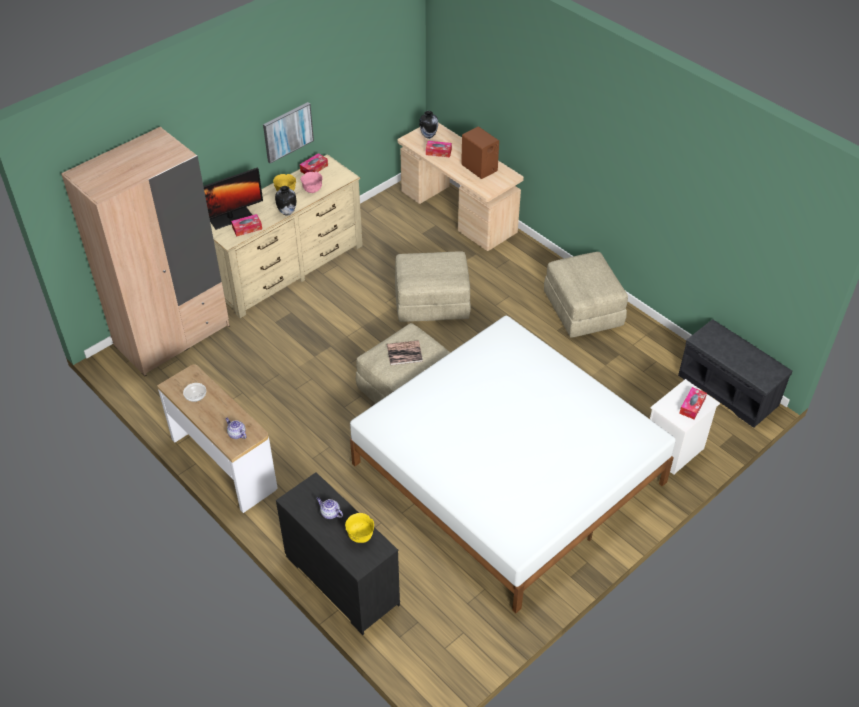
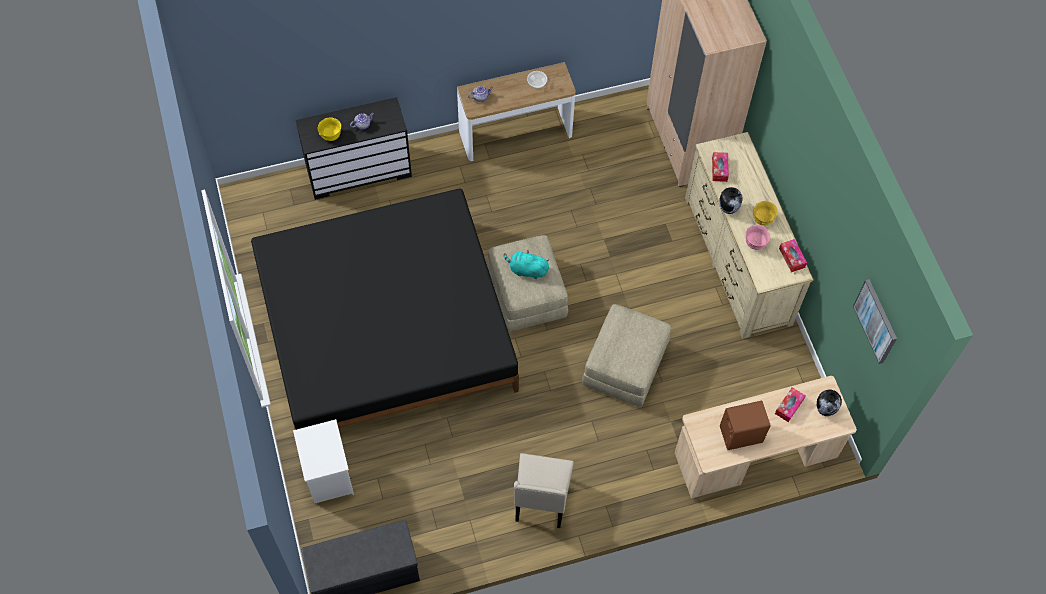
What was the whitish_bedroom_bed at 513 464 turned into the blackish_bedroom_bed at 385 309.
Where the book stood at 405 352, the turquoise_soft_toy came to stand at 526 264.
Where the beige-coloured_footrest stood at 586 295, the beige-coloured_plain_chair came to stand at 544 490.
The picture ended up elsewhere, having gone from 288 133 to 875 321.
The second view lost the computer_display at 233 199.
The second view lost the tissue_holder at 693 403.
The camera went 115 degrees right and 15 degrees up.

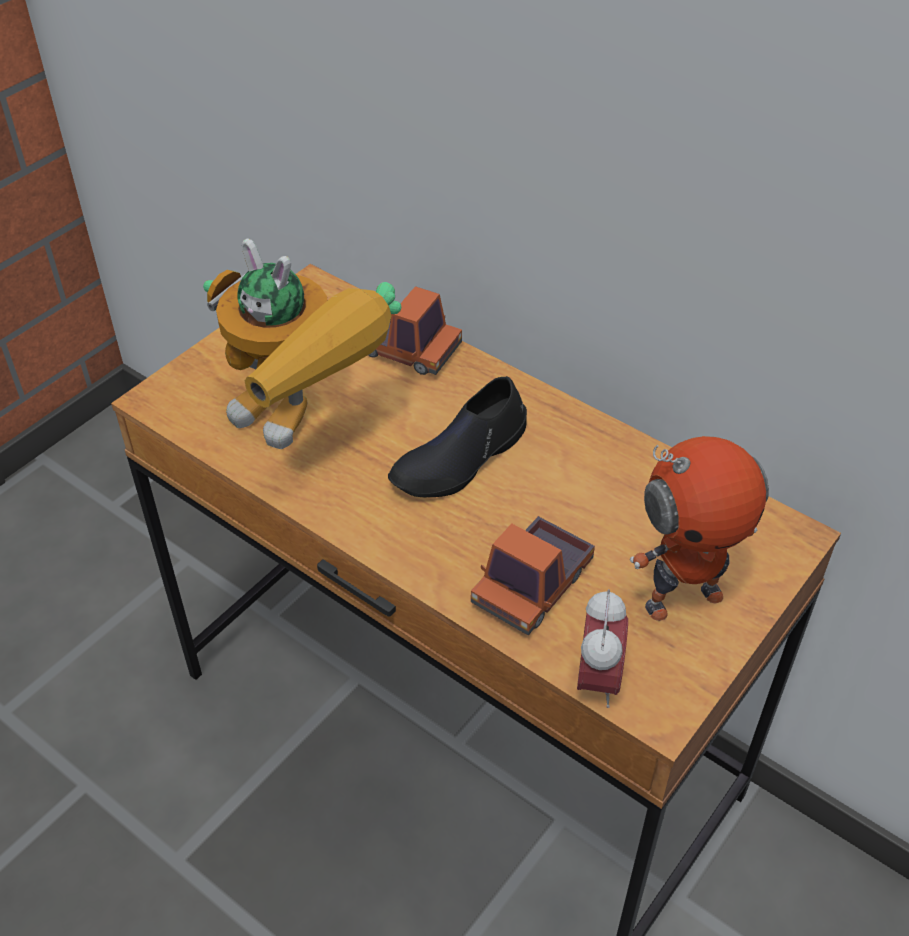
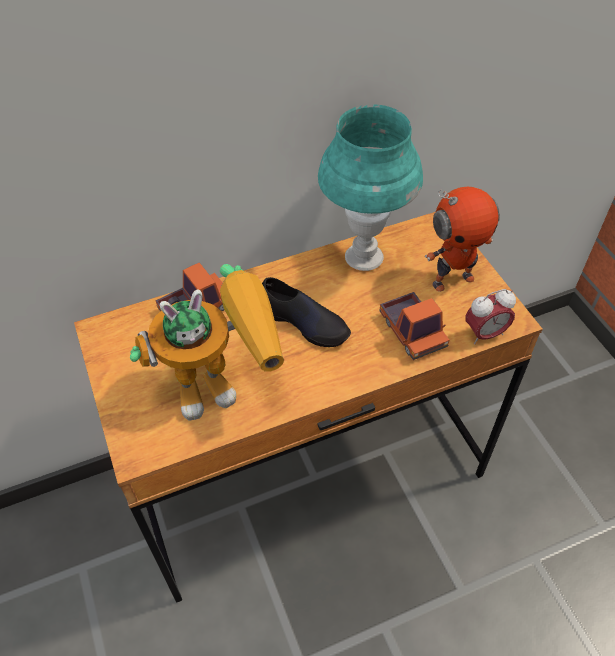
The blackish_shoe at 457 436 ended up facing another way, 45 degrees counterclockwise from before.
The second view gained the turquoise_table_lamp at 370 187.
The toy_robot at 699 528 ended up facing another way, 60 degrees clockwise from before.
The bedside_clock at 602 648 ended up facing another way, 120 degrees clockwise from before.
The camera went 60 degrees left and 5 degrees up.

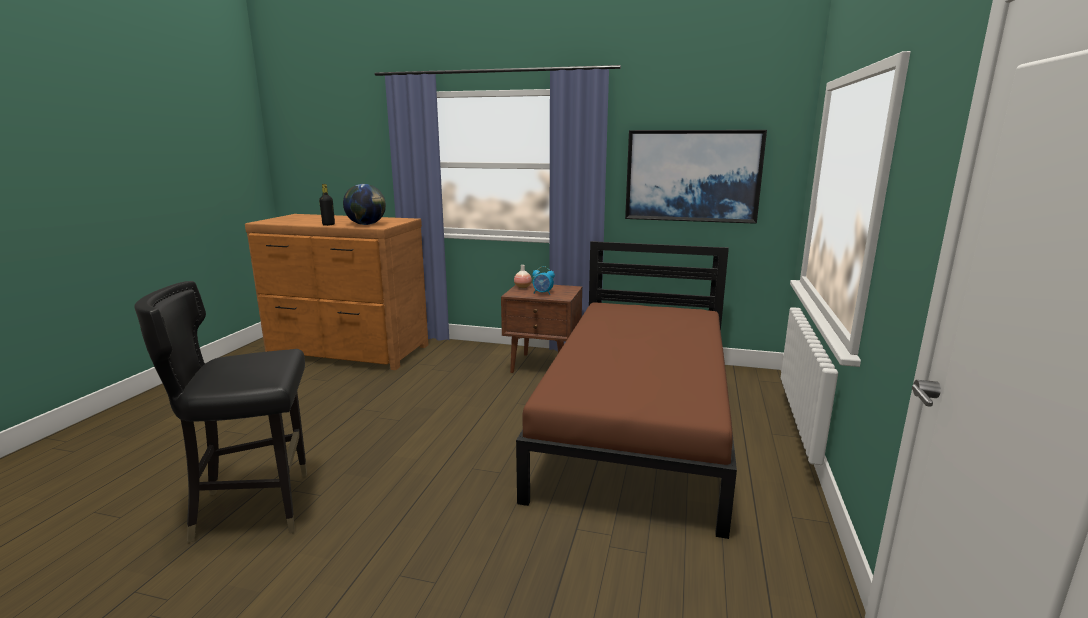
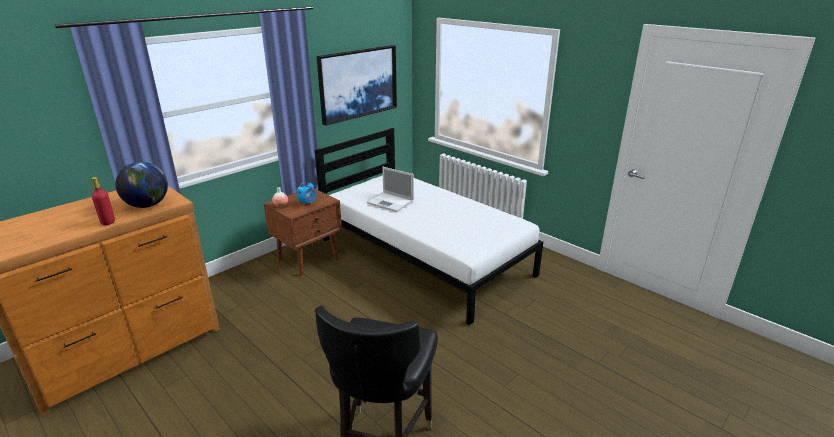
What was the blackish_drink_bottle at 327 205 turned into the red_drink_bottle at 103 201.
What was the brown_bedroom_bed at 626 390 turned into the whitish_bedroom_bed at 429 226.
The second view gained the portable_computer at 390 189.
The camera went 60 degrees left and 10 degrees up.

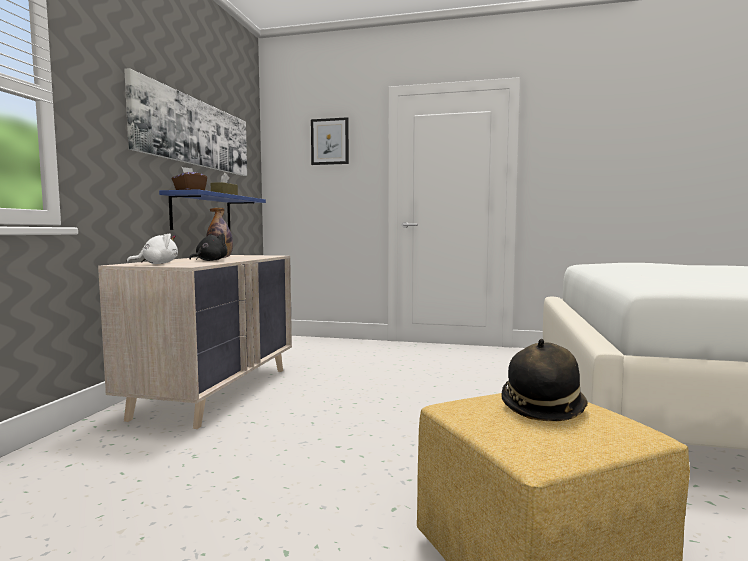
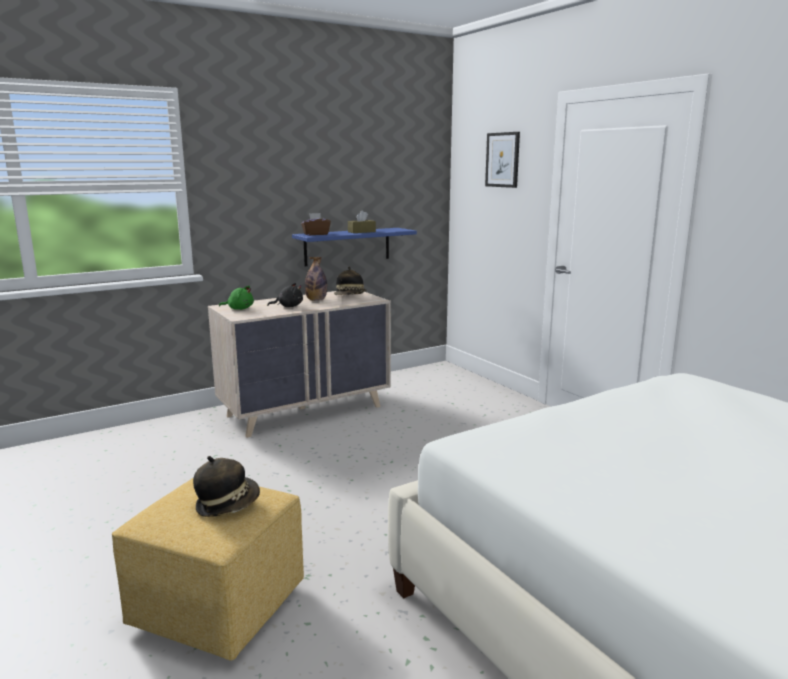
What was the whitish_soft_toy at 152 249 turned into the green_soft_toy at 236 298.
The second view gained the hat at 350 281.
The second view lost the picture at 185 122.
The camera went 45 degrees right and 10 degrees up.

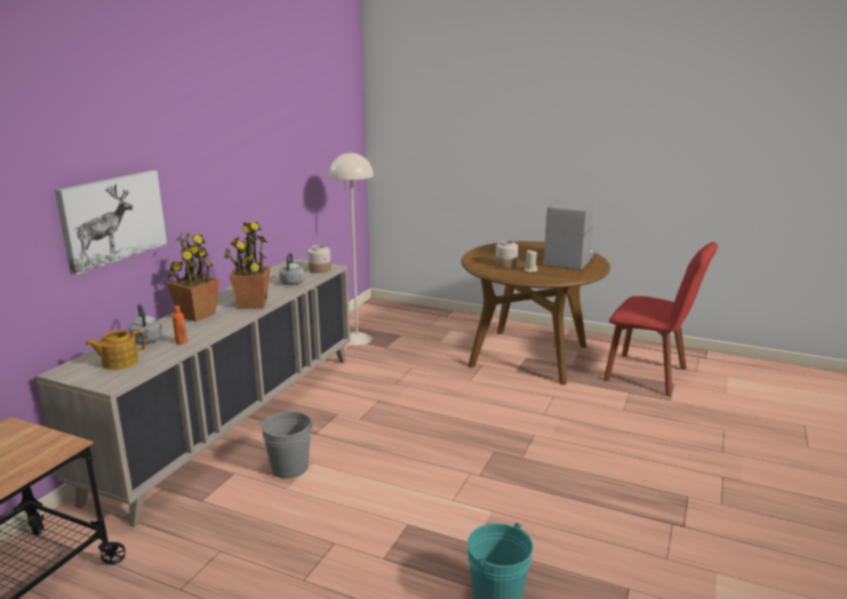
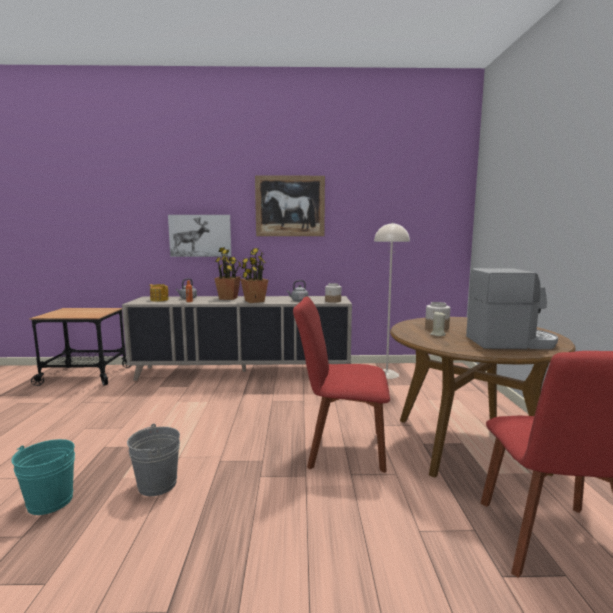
The gray_bucket ended up elsewhere, having gone from 286 444 to 153 460.
The second view gained the picture at 290 205.
The second view gained the red_plain_chair at 341 385.
The camera went 65 degrees right and 10 degrees down.

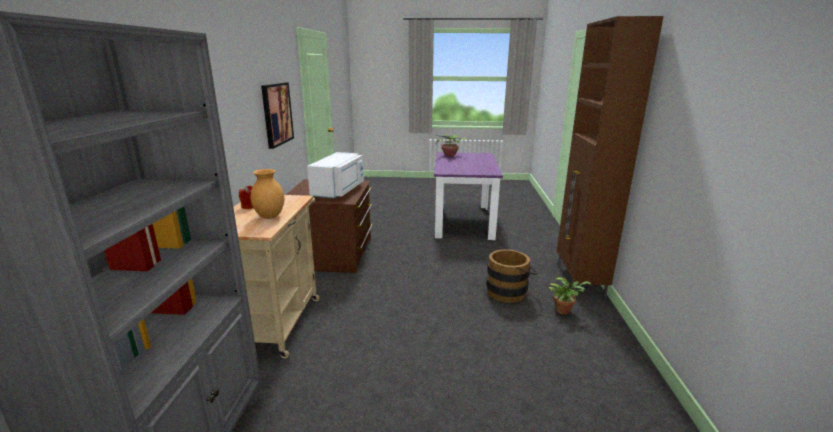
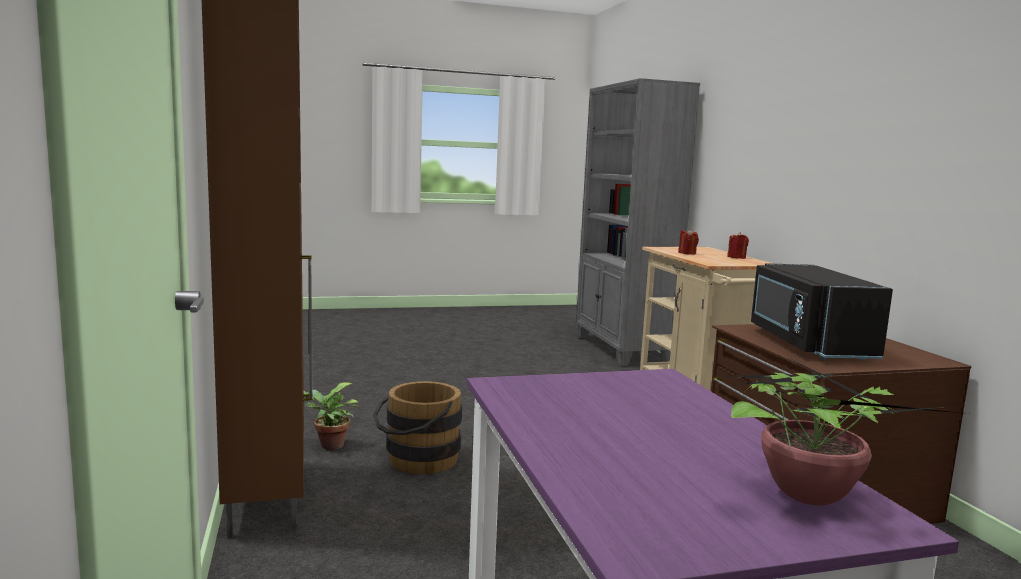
Where the brown_flower_vase stood at 267 194, the red_wax_light came to stand at 688 241.
What was the whitish_kitchen_microwave at 335 175 turned into the blackish_kitchen_microwave at 822 311.
The second view lost the picture at 277 115.
The camera went 160 degrees right and 10 degrees down.

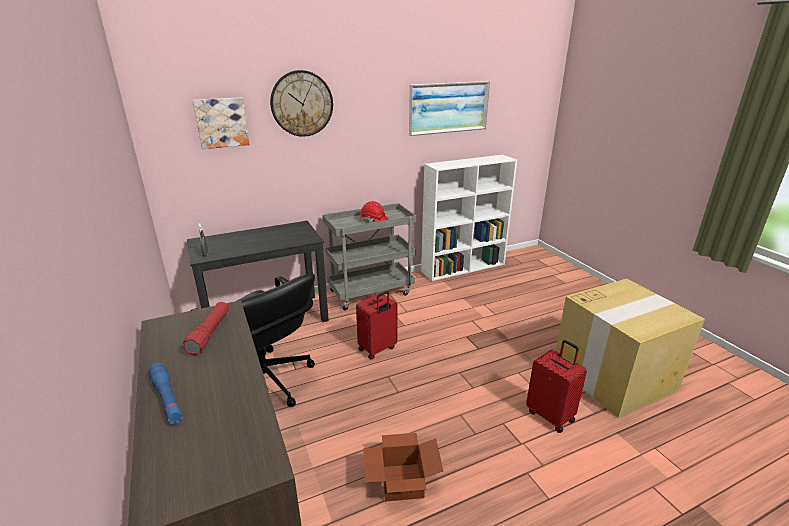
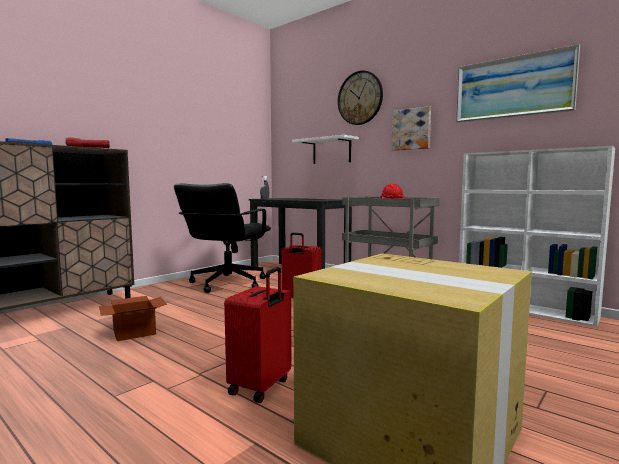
The second view gained the whitish_wall_shelf at 325 149.
The picture ended up elsewhere, having gone from 221 123 to 411 128.
The camera went 65 degrees right and 20 degrees down.

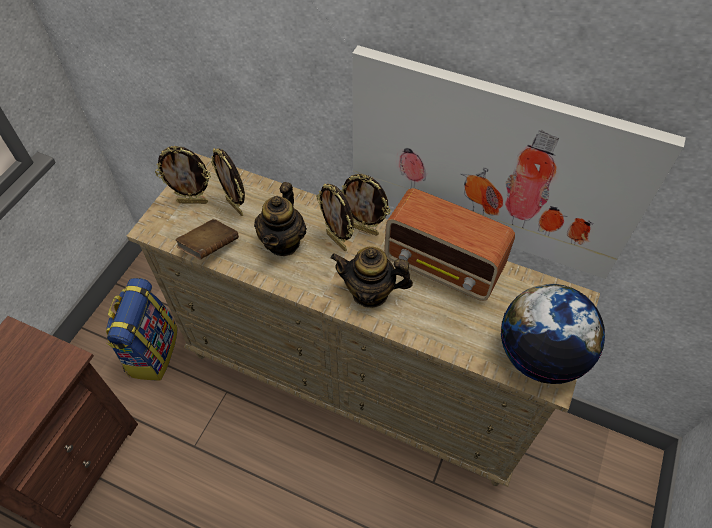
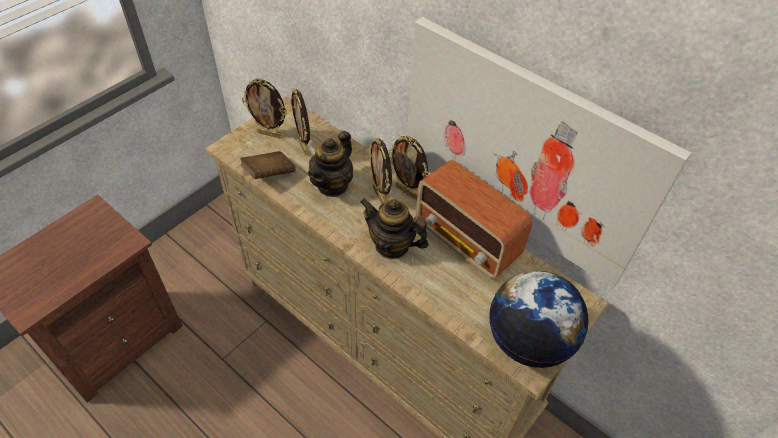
The second view lost the backpack at 142 329.
The camera went 15 degrees right and 5 degrees down.

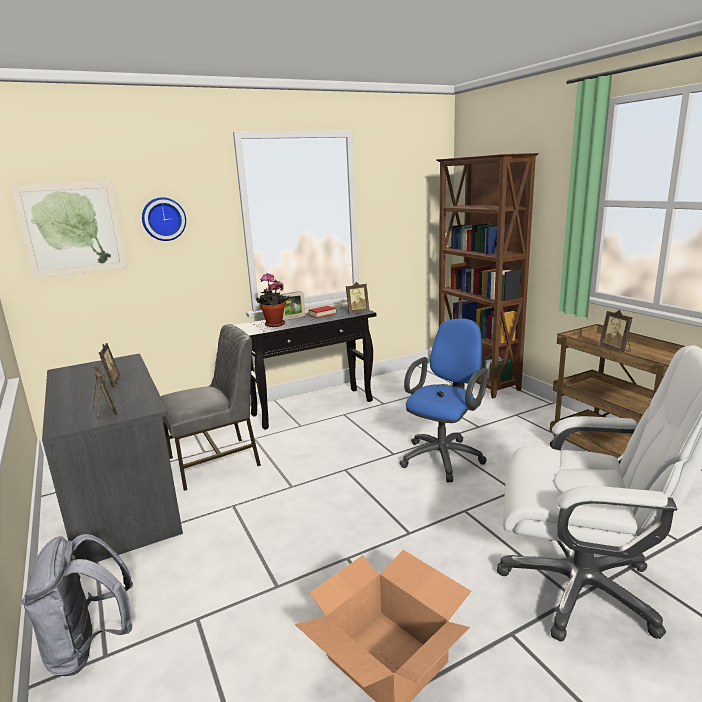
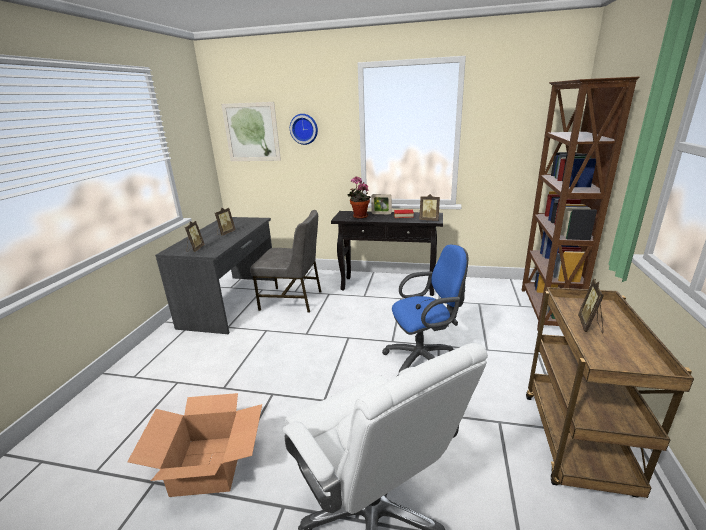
The second view lost the gray_backpack at 77 605.
The camera went 40 degrees right and 5 degrees up.

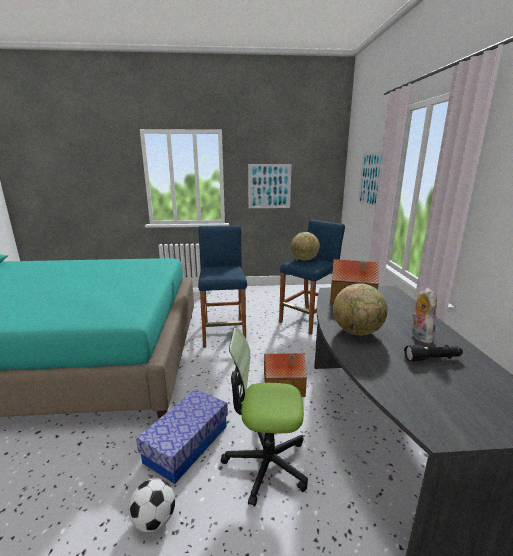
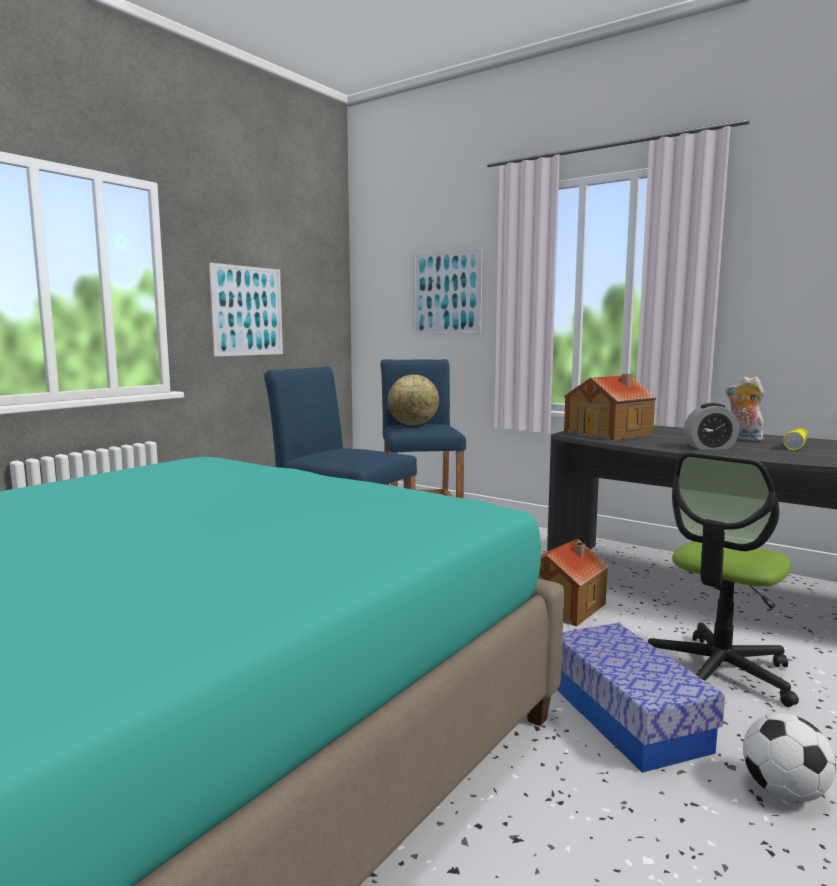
Where the world_globe stood at 360 309, the bedside_clock came to stand at 711 426.
What was the blackish_torch at 433 353 turned into the yellow_torch at 795 439.
The camera went 50 degrees left and 10 degrees down.

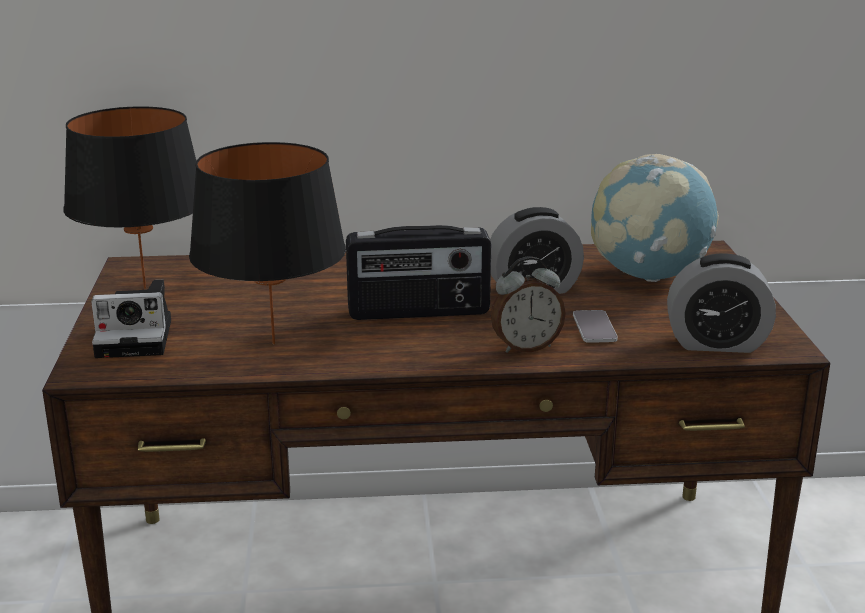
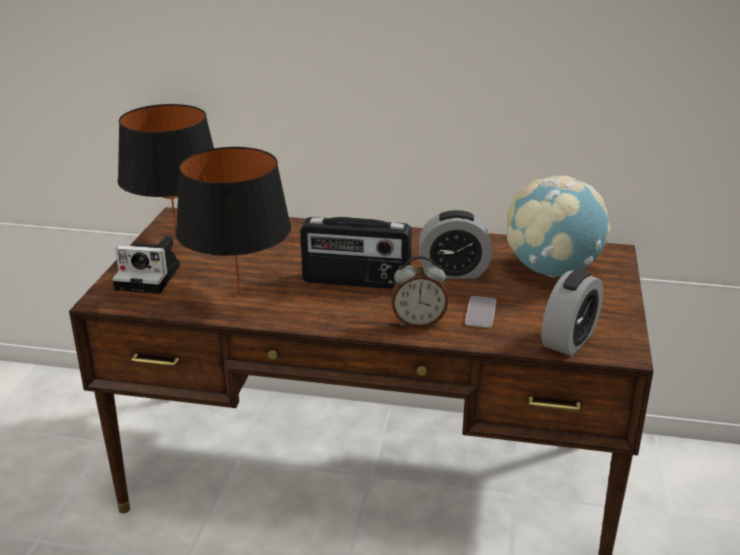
The bedside_clock at 721 303 ended up facing another way, 75 degrees counterclockwise from before.
The camera went 15 degrees right and 5 degrees up.

